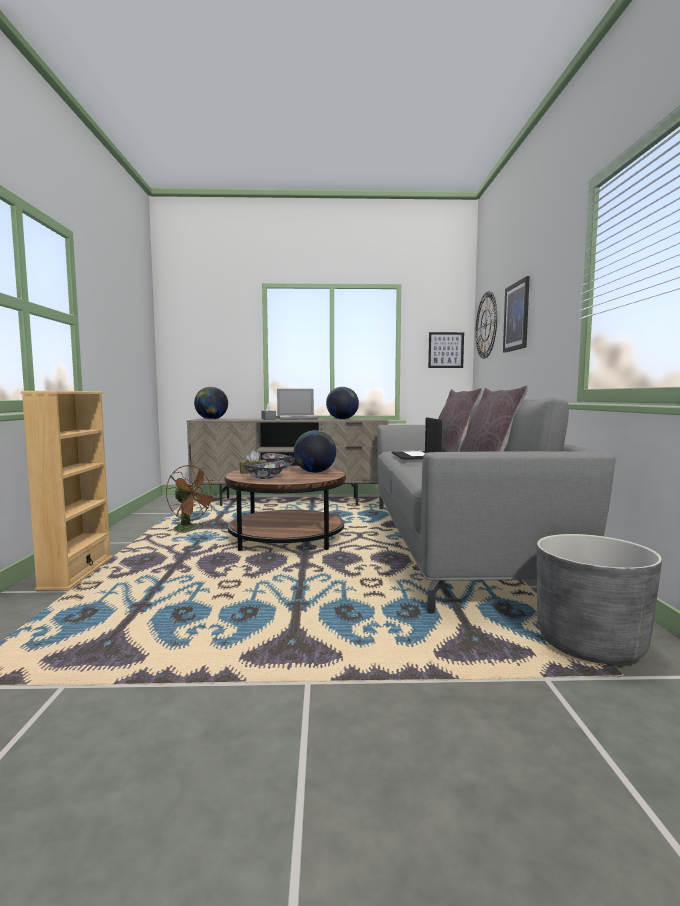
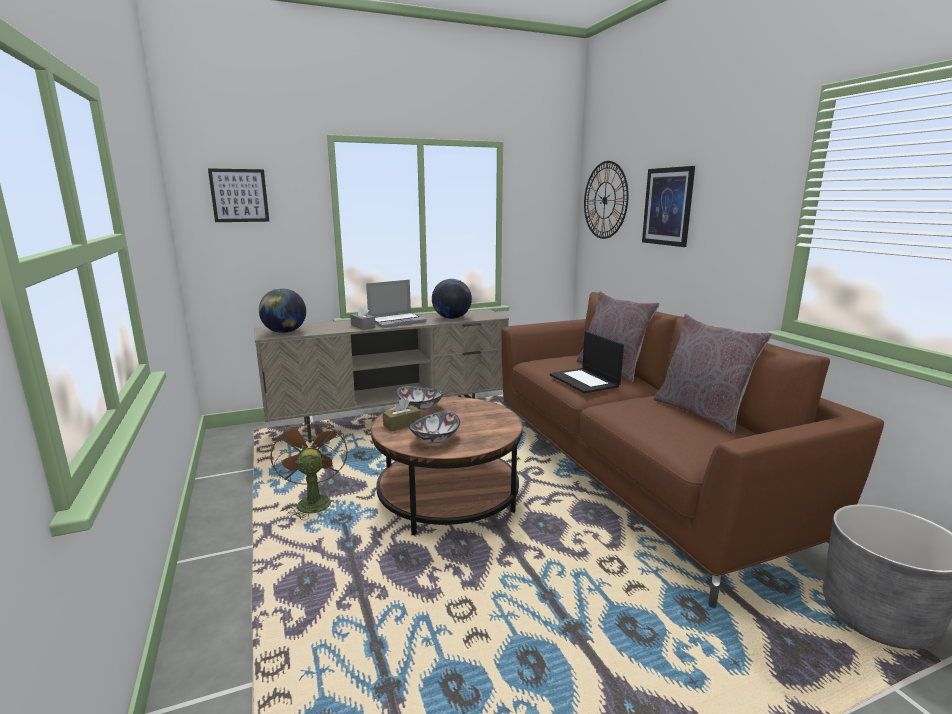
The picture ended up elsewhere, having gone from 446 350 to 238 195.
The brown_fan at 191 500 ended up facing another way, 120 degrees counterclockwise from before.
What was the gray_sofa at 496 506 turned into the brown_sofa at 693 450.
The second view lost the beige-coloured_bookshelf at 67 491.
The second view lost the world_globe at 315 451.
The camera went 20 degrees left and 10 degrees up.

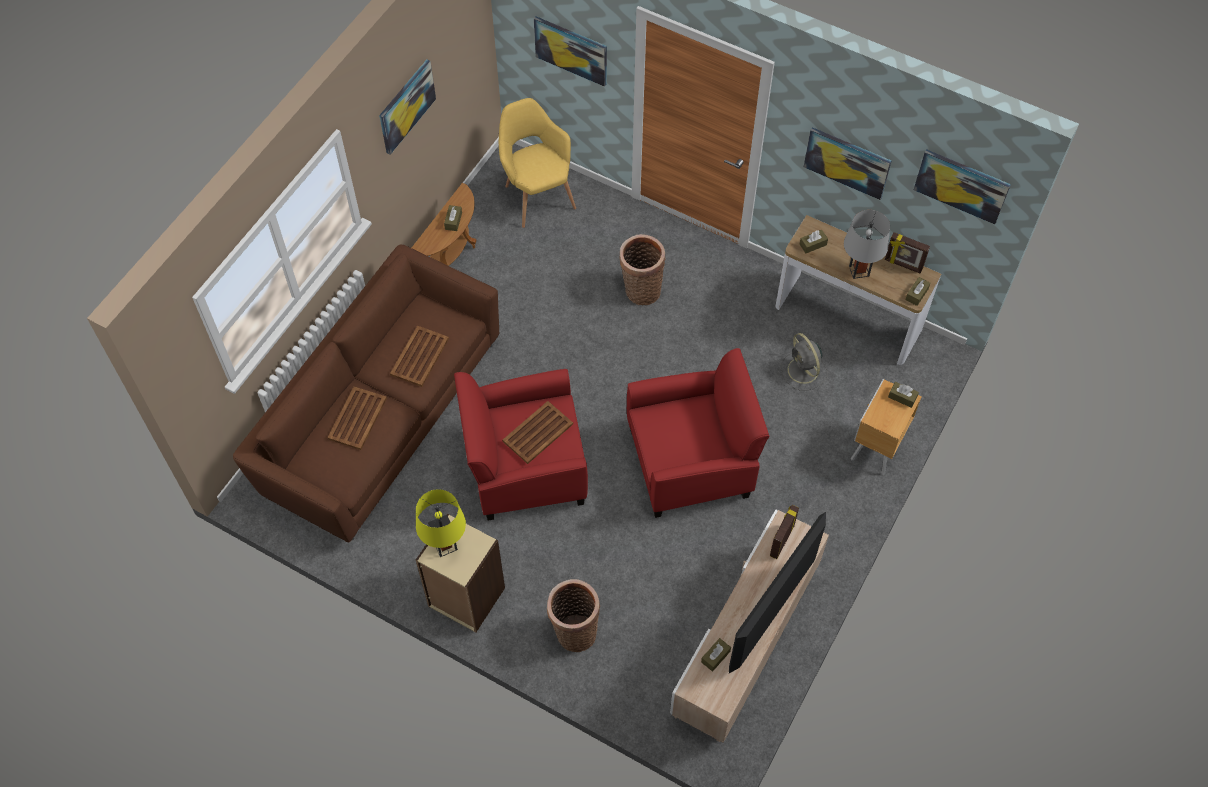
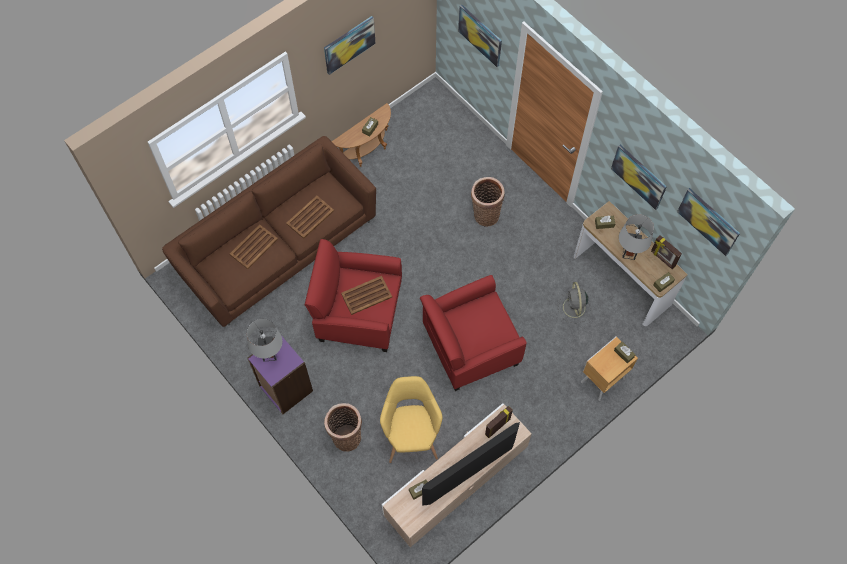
What was the yellow_table_lamp at 441 523 turned into the gray_table_lamp at 264 340.
What was the beige-coloured_bookshelf at 460 573 turned into the purplish_bookshelf at 280 374.
The yellow_armchair ended up elsewhere, having gone from 537 163 to 411 419.
The red_armchair at 698 433 ended up facing another way, 150 degrees clockwise from before.
The camera went 20 degrees right and 5 degrees up.

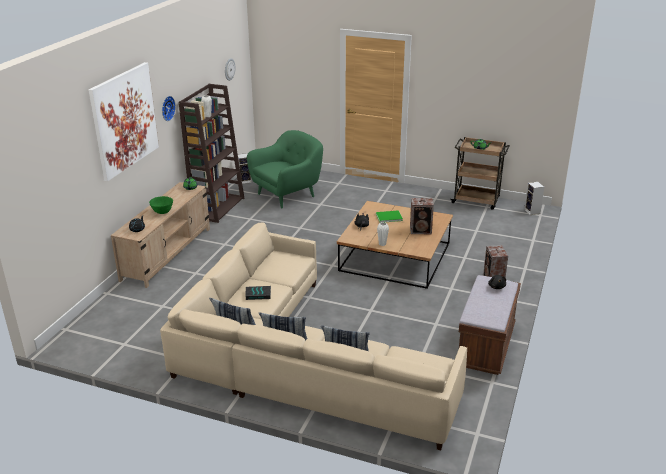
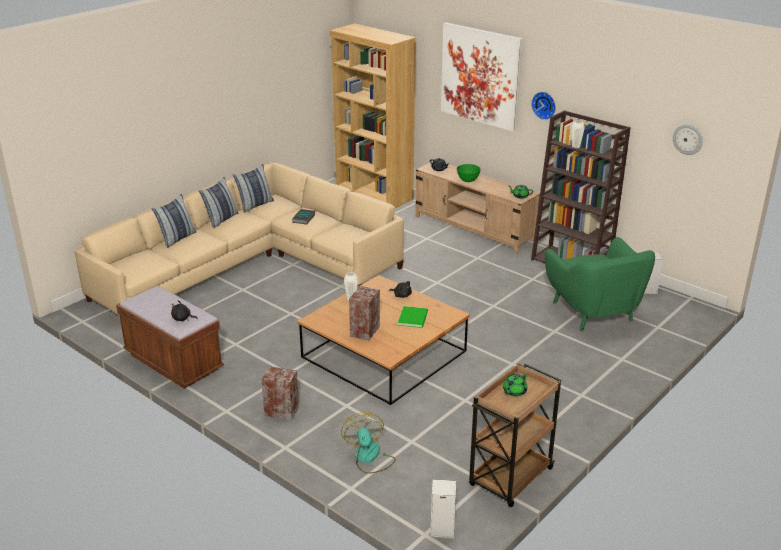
The second view gained the brown_bookshelf at 373 116.
The second view gained the fan at 368 443.
The camera went 110 degrees right and 0 degrees up.

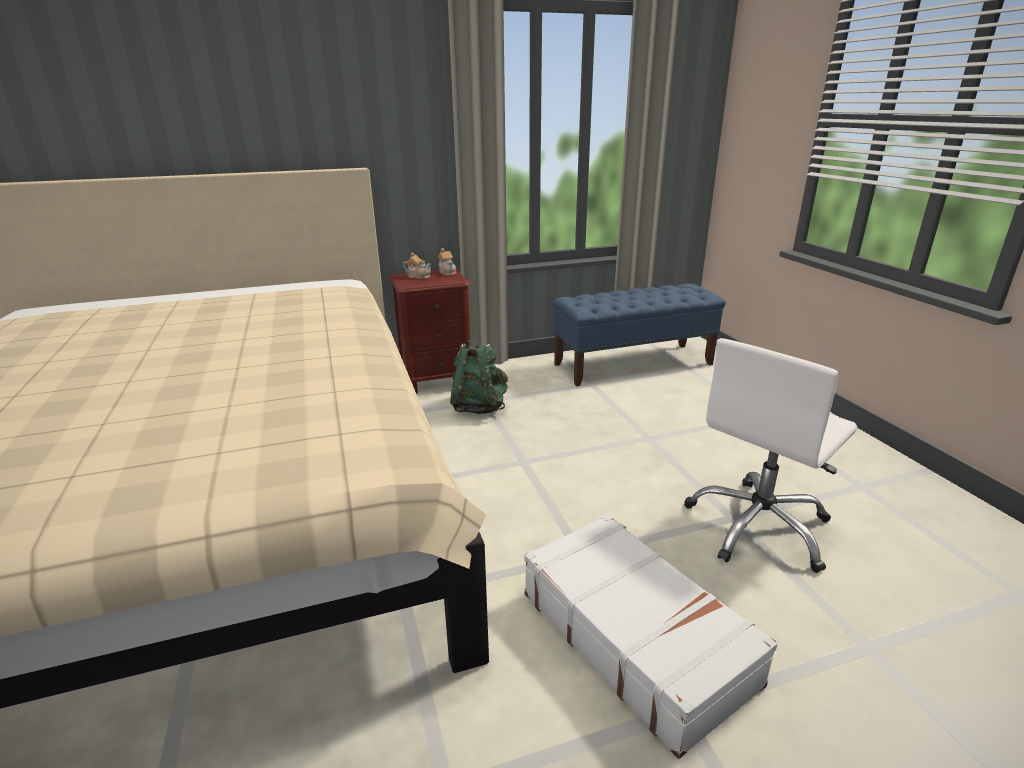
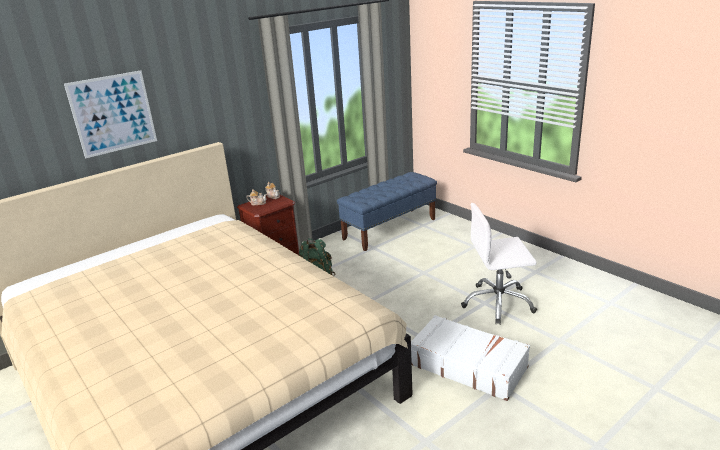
The second view gained the picture at 110 114.
The whitish_computer_chair at 770 455 ended up facing another way, 60 degrees clockwise from before.
The camera went 20 degrees left and 0 degrees up.

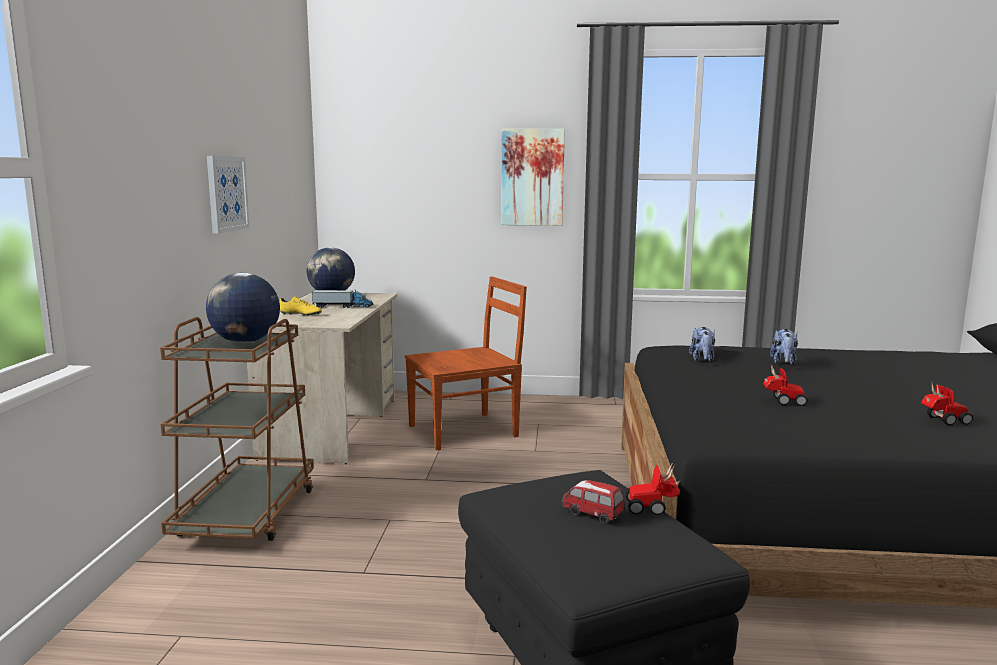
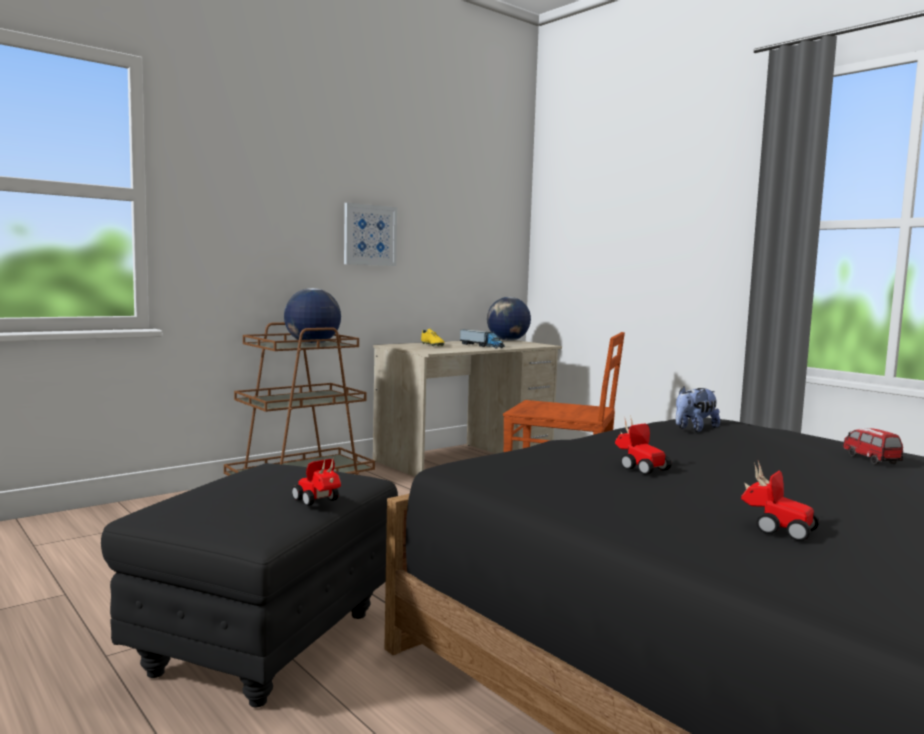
The miniature_car ended up elsewhere, having gone from 593 502 to 873 446.
The second view lost the picture at 533 177.
The second view lost the soft_toy at 784 347.
The camera went 45 degrees right and 5 degrees down.

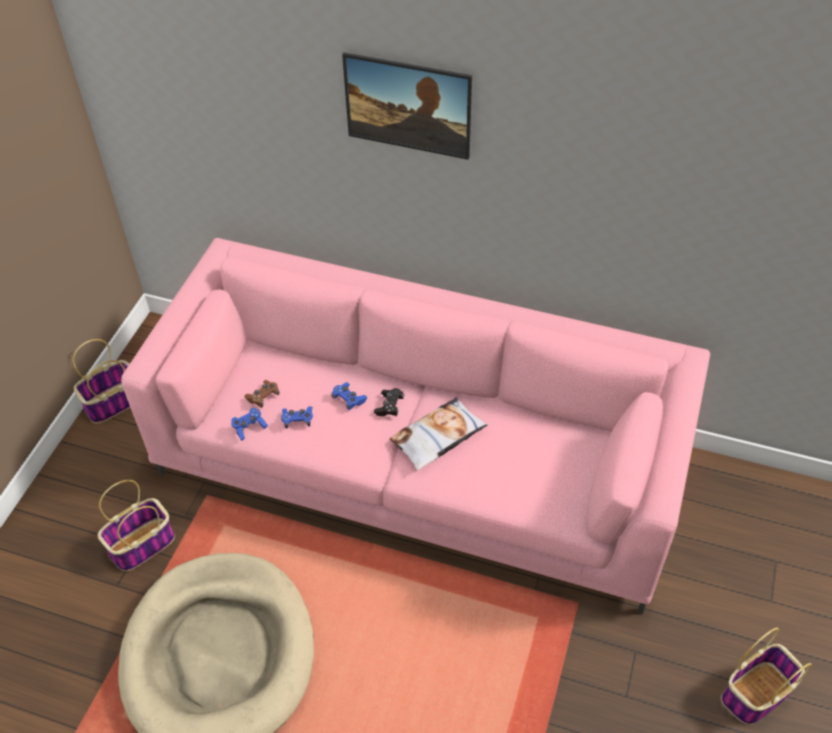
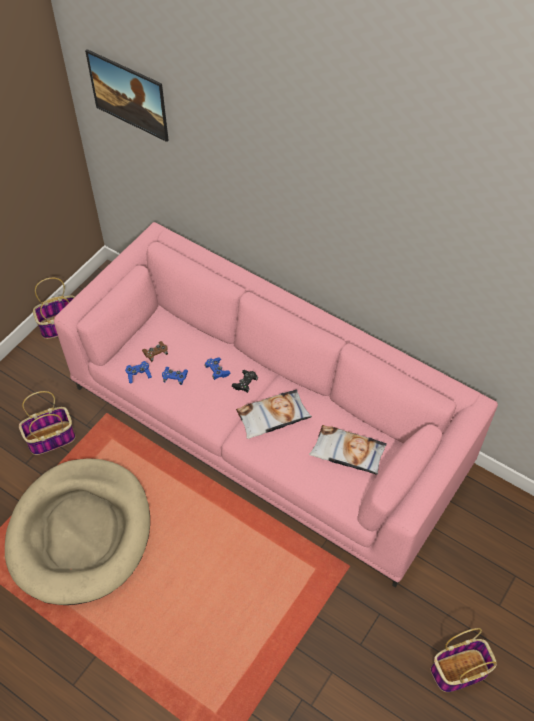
The picture ended up elsewhere, having gone from 407 106 to 127 95.
The second view gained the pillow at 348 450.
The camera went 15 degrees right and 5 degrees up.

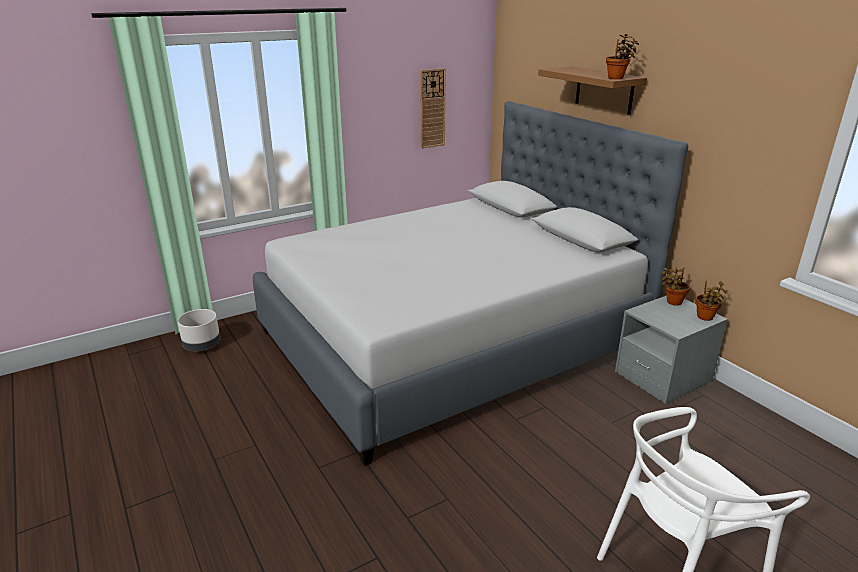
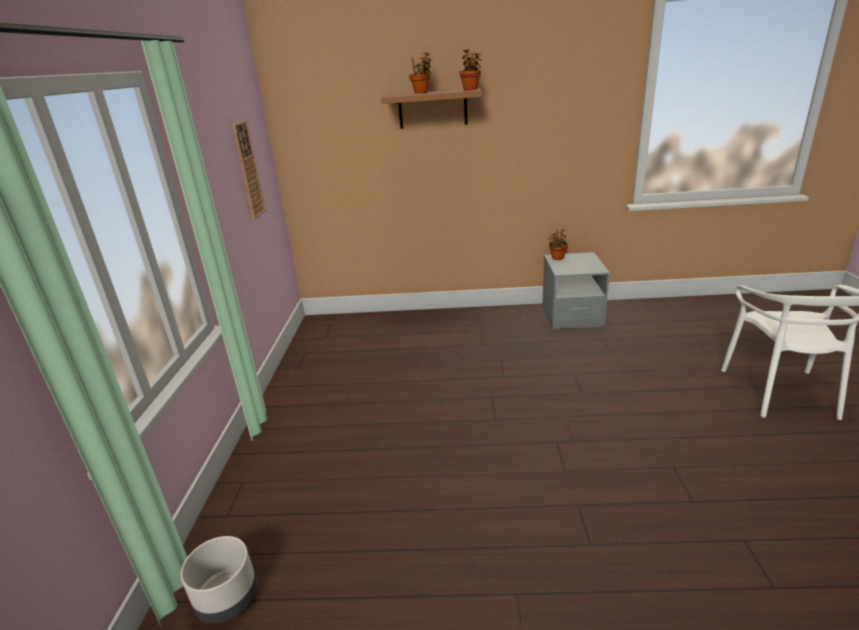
The potted_plant ended up elsewhere, having gone from 710 301 to 420 72.
The second view lost the gray_bedroom_bed at 470 283.
The camera went 55 degrees left and 0 degrees up.

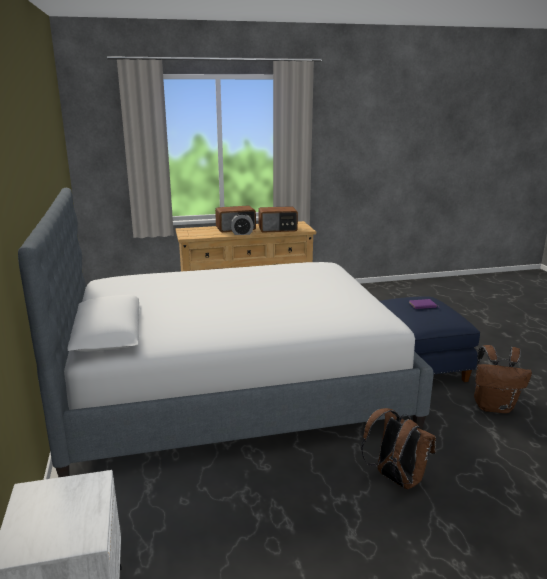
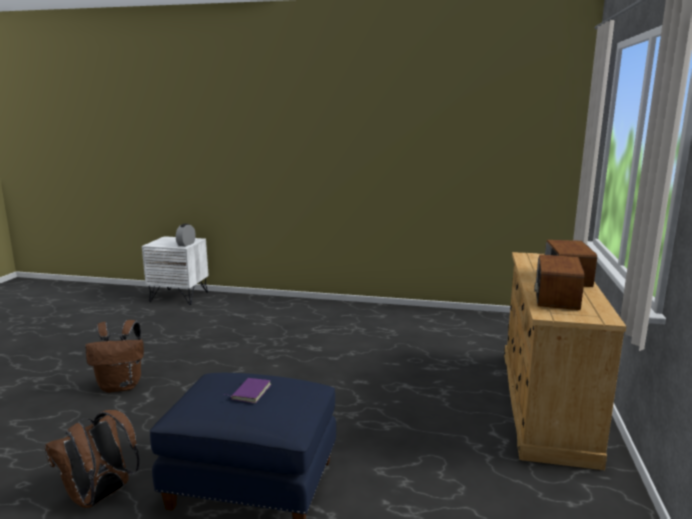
The bedside_clock ended up elsewhere, having gone from 242 224 to 186 235.
The second view lost the bedroom_bed at 226 332.
The camera went 115 degrees right and 5 degrees down.

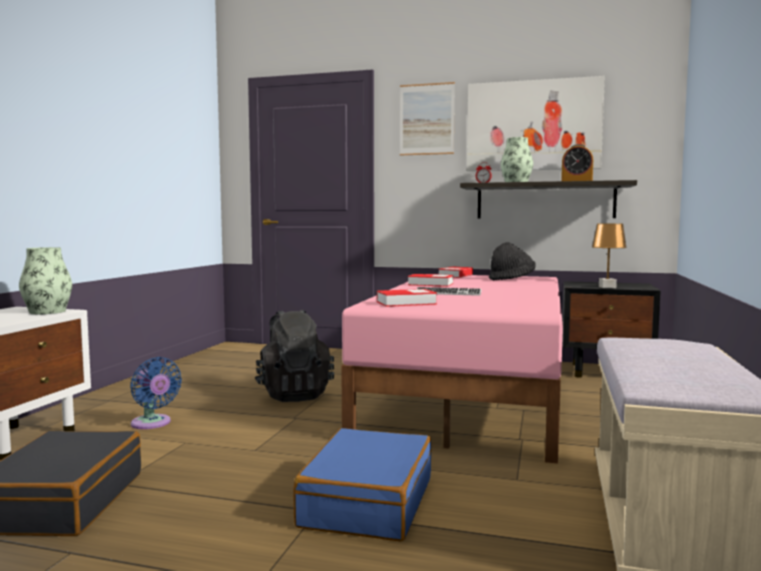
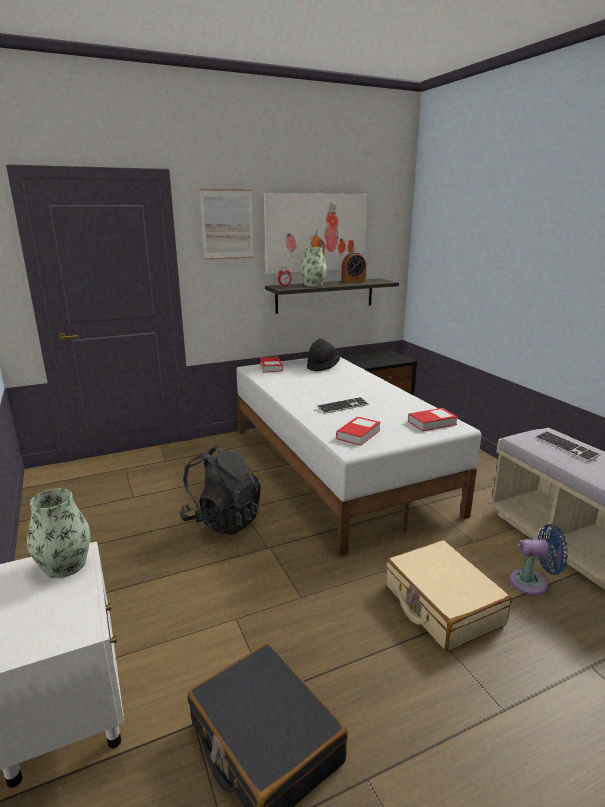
What was the pinkish_bedroom_bed at 452 369 turned into the whitish_bedroom_bed at 358 456.
What was the blue-coloured_piece_of_luggage at 362 484 turned into the beige-coloured_piece_of_luggage at 449 596.
The book ended up elsewhere, having gone from 430 280 to 433 419.
The blue-coloured_fan ended up elsewhere, having gone from 156 393 to 539 559.
The second view gained the computer_keyboard at 568 446.
The second view lost the brown_table_lamp at 609 256.
The camera went 40 degrees left and 15 degrees up.

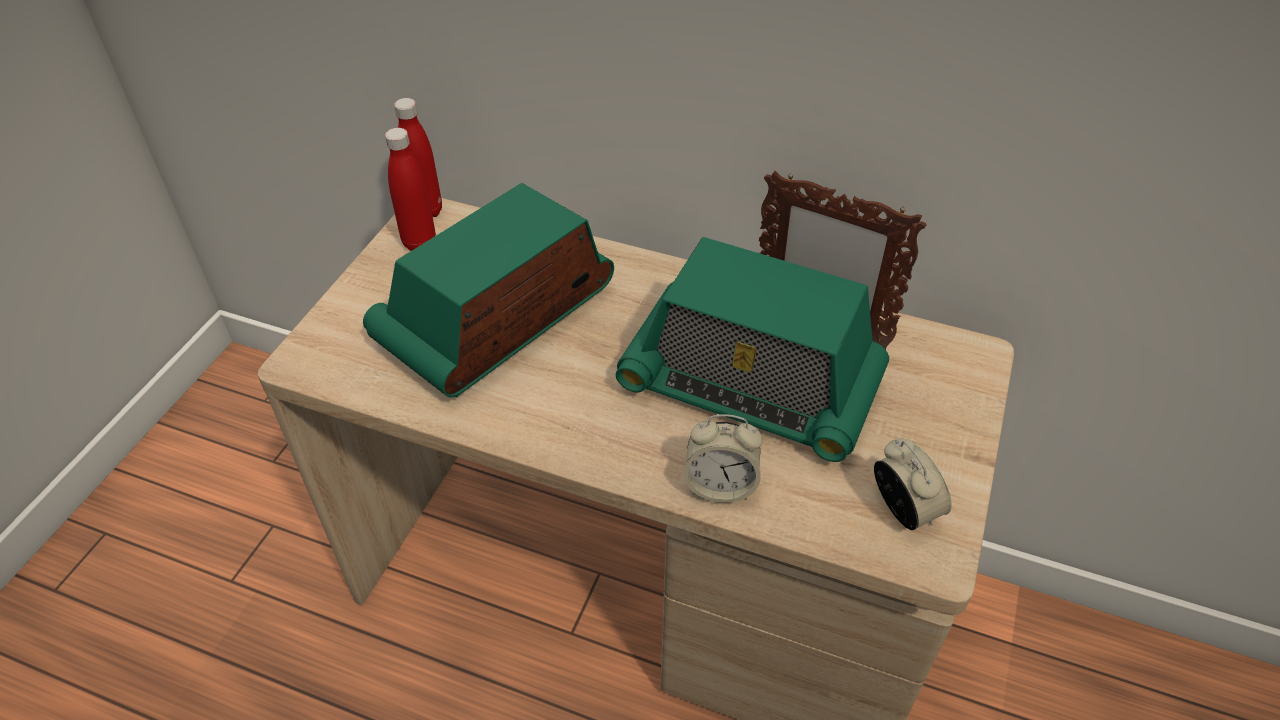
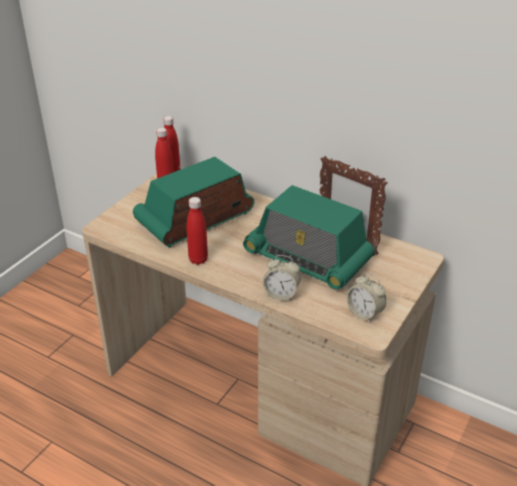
The second view gained the red_drink_bottle at 197 231.
The bedside_clock at 913 484 ended up facing another way, 150 degrees clockwise from before.
The camera went 10 degrees right and 10 degrees down.

